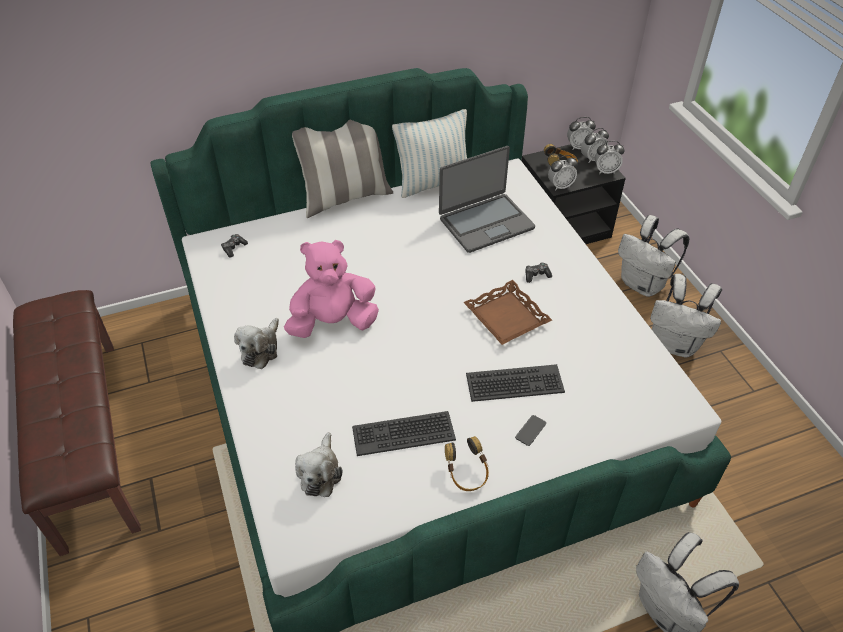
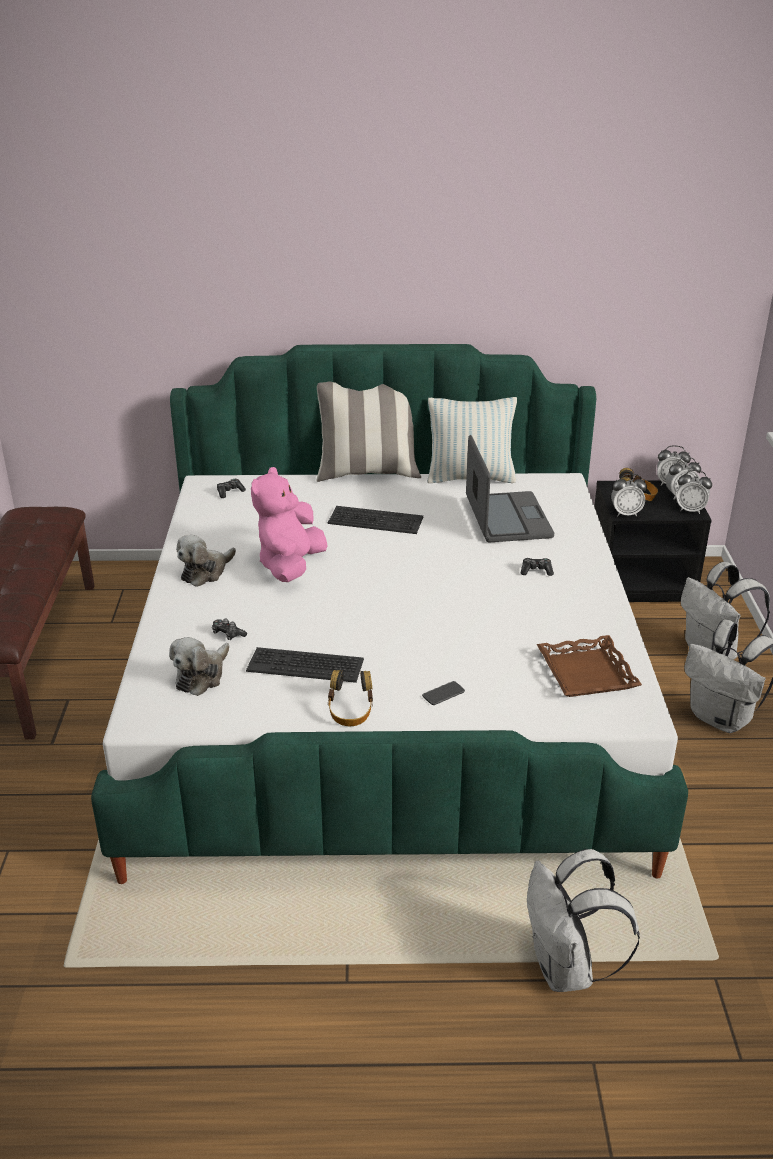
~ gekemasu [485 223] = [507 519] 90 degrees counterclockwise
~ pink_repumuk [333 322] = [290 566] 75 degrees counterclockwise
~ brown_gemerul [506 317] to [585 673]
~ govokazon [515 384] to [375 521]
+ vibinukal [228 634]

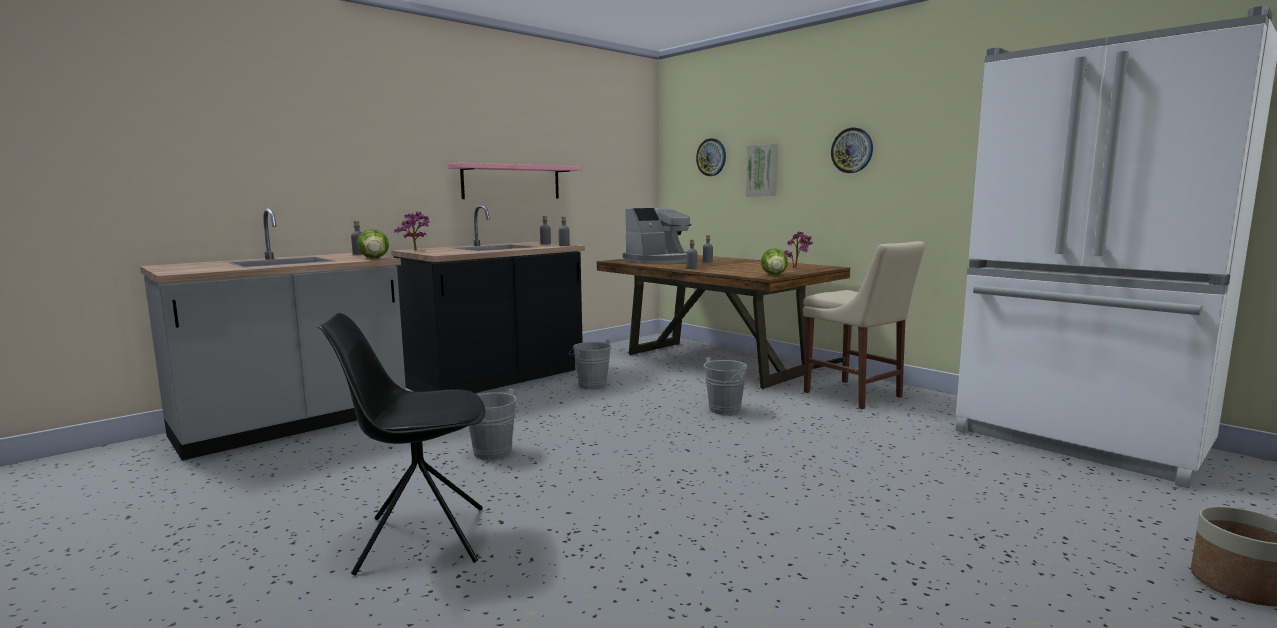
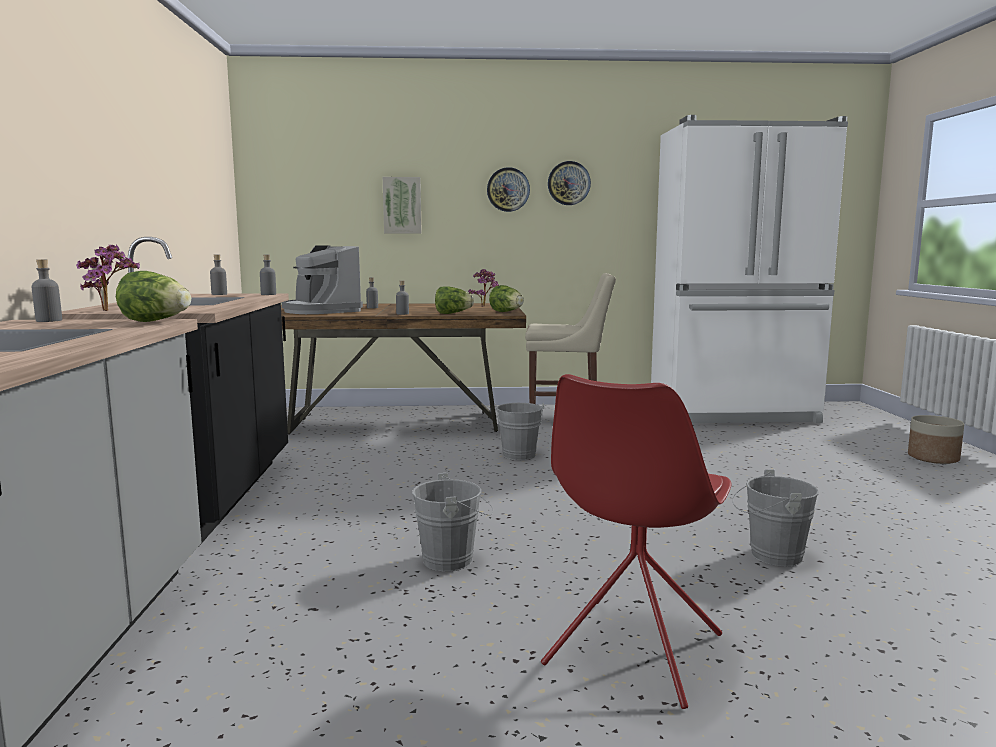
~ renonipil [711 157] to [568 183]
- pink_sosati [511 182]
~ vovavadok [659 261] = [320 311] 135 degrees clockwise
~ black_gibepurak [419 539] to red_gibepurak [632 651]
~ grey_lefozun [590 385] to [770 555]
+ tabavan [452 313]

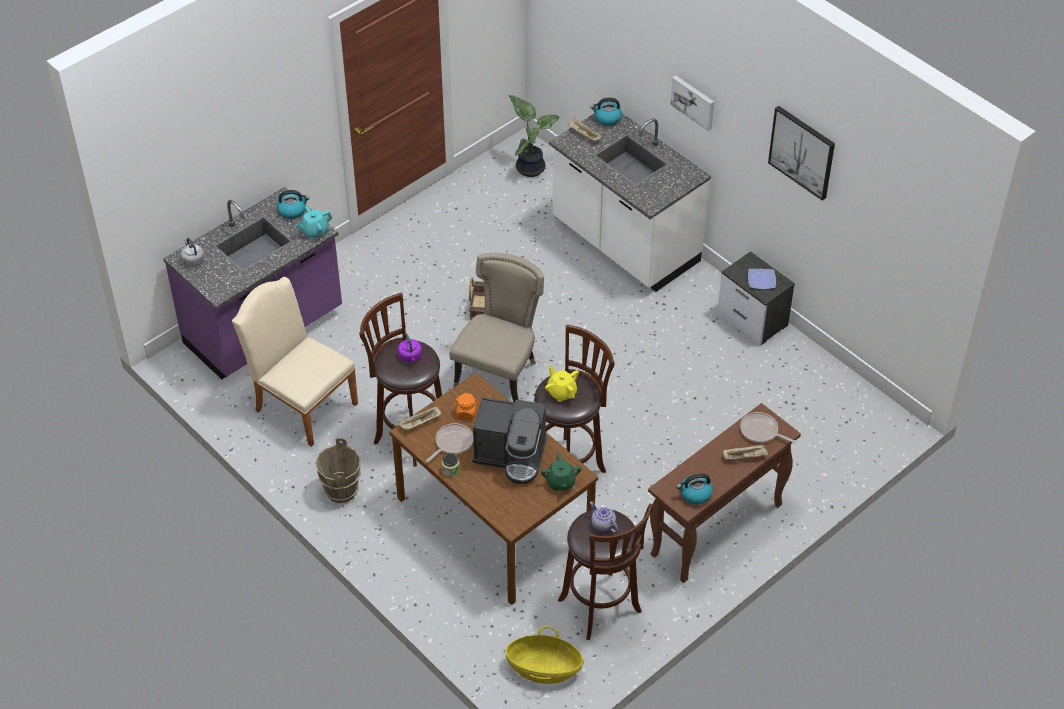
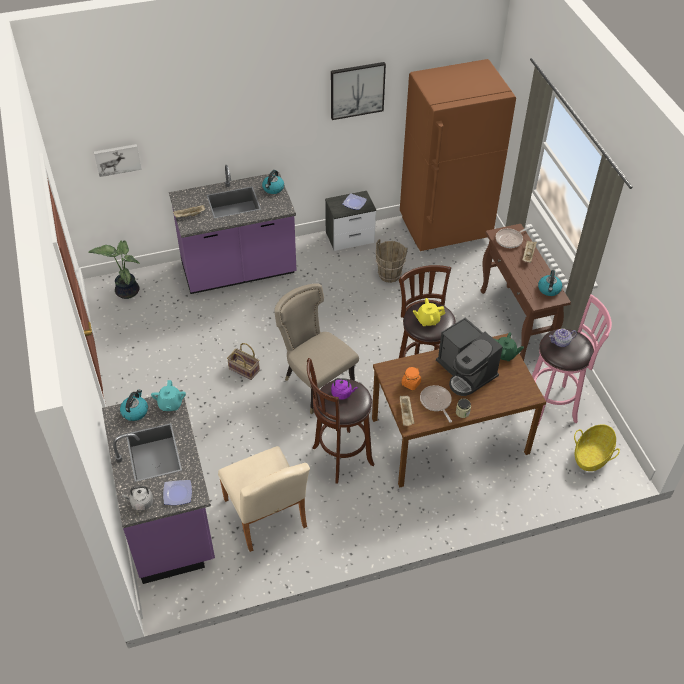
~ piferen [693 102] to [117 159]
~ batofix [607 118] to [273 189]
~ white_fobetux [624 243] to purple_fobetux [238 271]
~ beige_gibepurak [301 403] = [267 517] 90 degrees counterclockwise
~ vovavadok [511 456] = [466 372] 105 degrees clockwise
~ brown_lefozun [341 491] to [389 275]
~ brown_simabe [602 609] to pink_simabe [554 405]
+ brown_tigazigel [445 229]
+ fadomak [177 493]

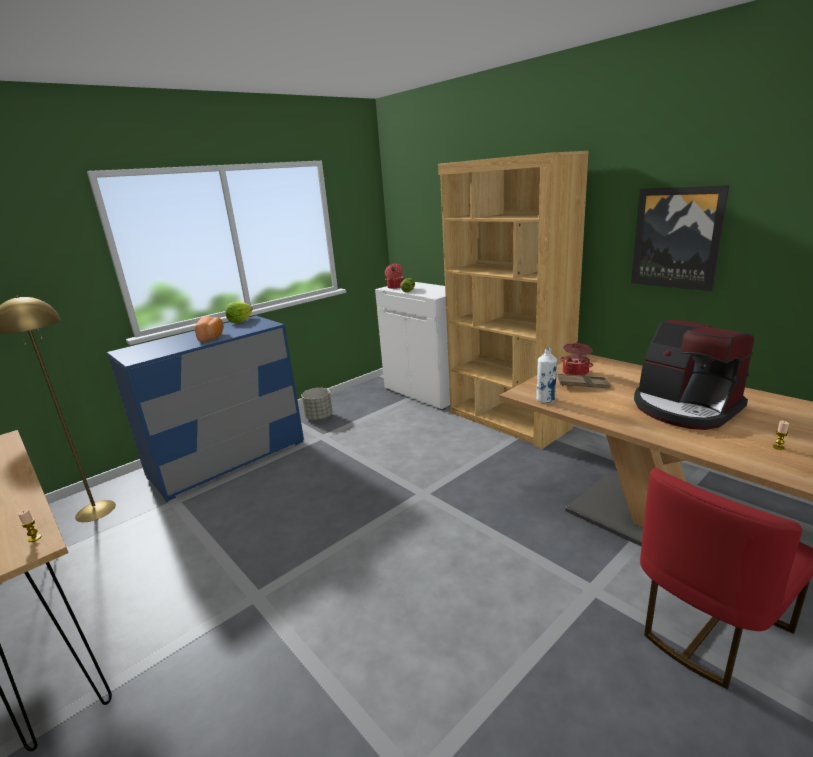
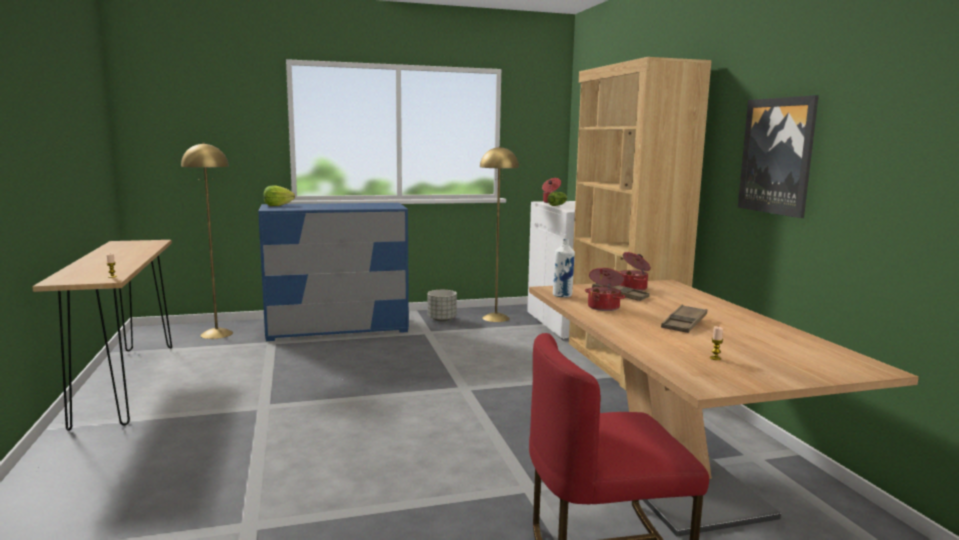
~ tabavan [240 321] to [277 205]
- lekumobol [212 337]
~ vovavadok [684 408] to brown_gemerul [684 323]
+ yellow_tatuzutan [496 318]
+ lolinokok [604 307]

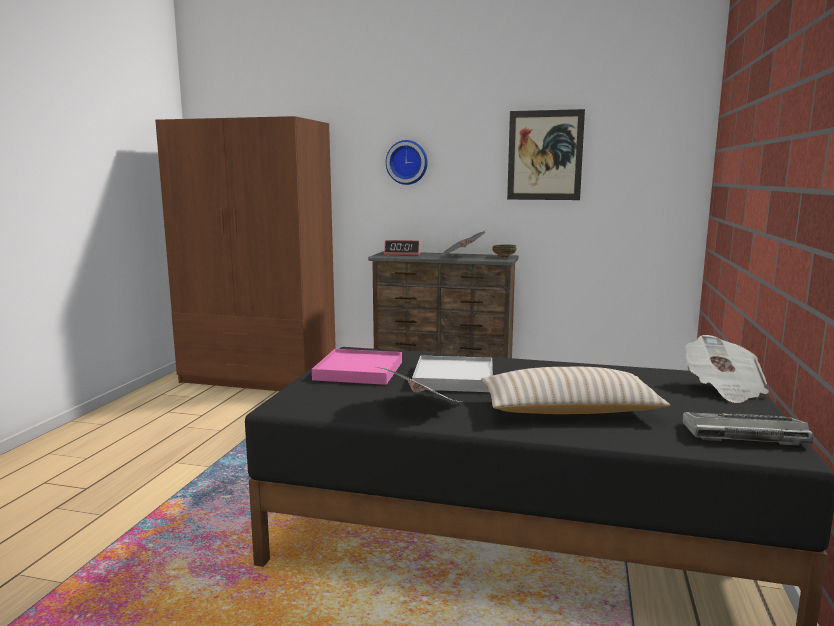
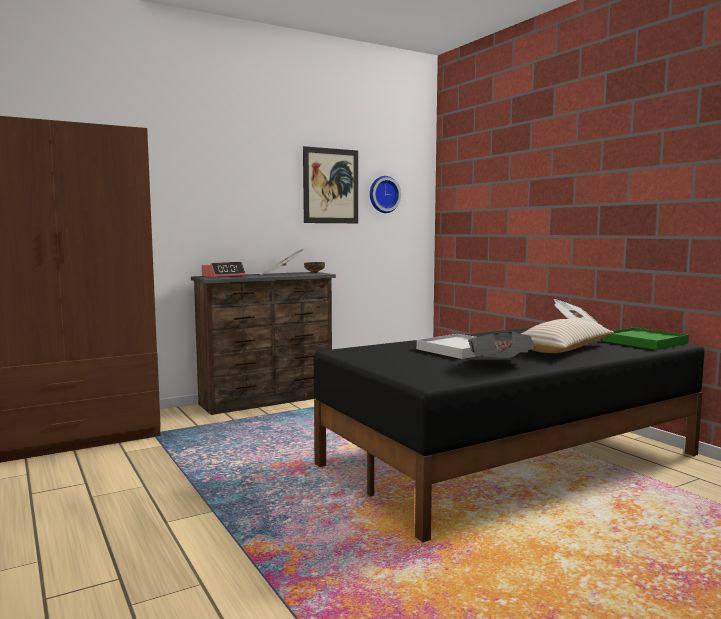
~ renonipil [407 162] to [383 194]
- pink_gemerul [358 371]
~ govokazon [741 435] to green_gemerul [644 342]

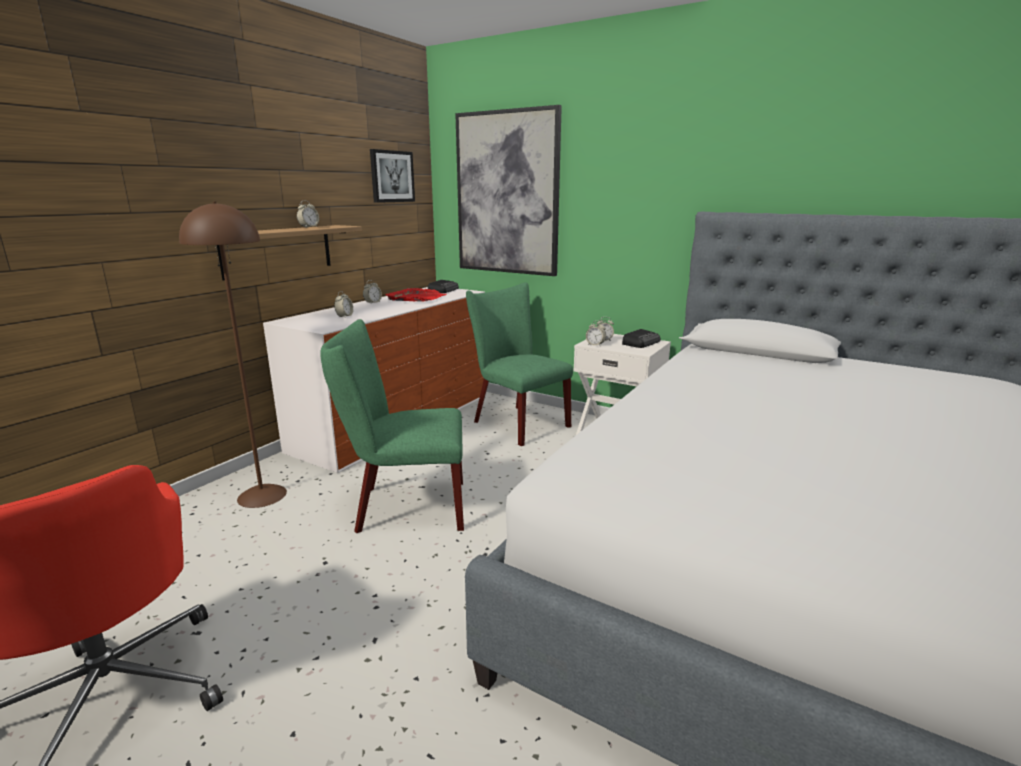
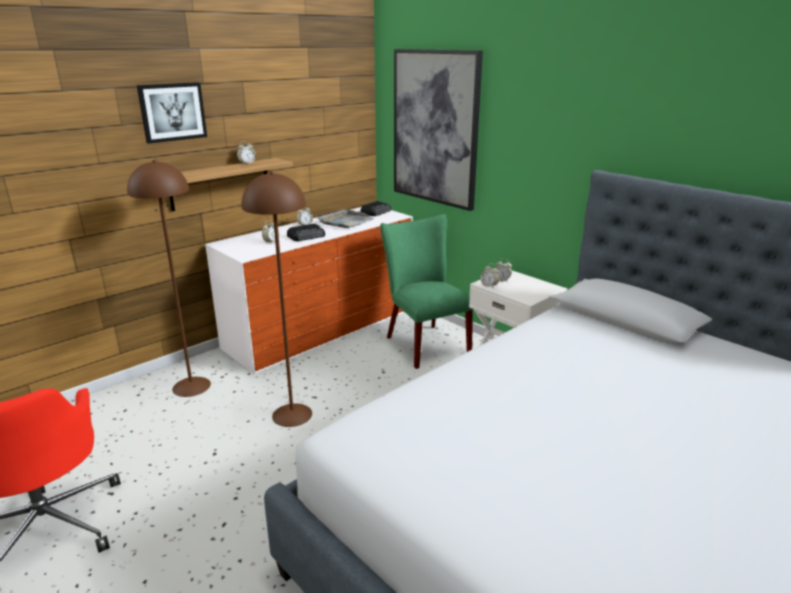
~ piferen [391 176] to [172 112]
~ red_gemerul [417 298] to grey_gemerul [345 221]
~ green_gibepurak [404 507] to brown_tatuzutan [292 414]
~ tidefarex [641 343] to [307 236]

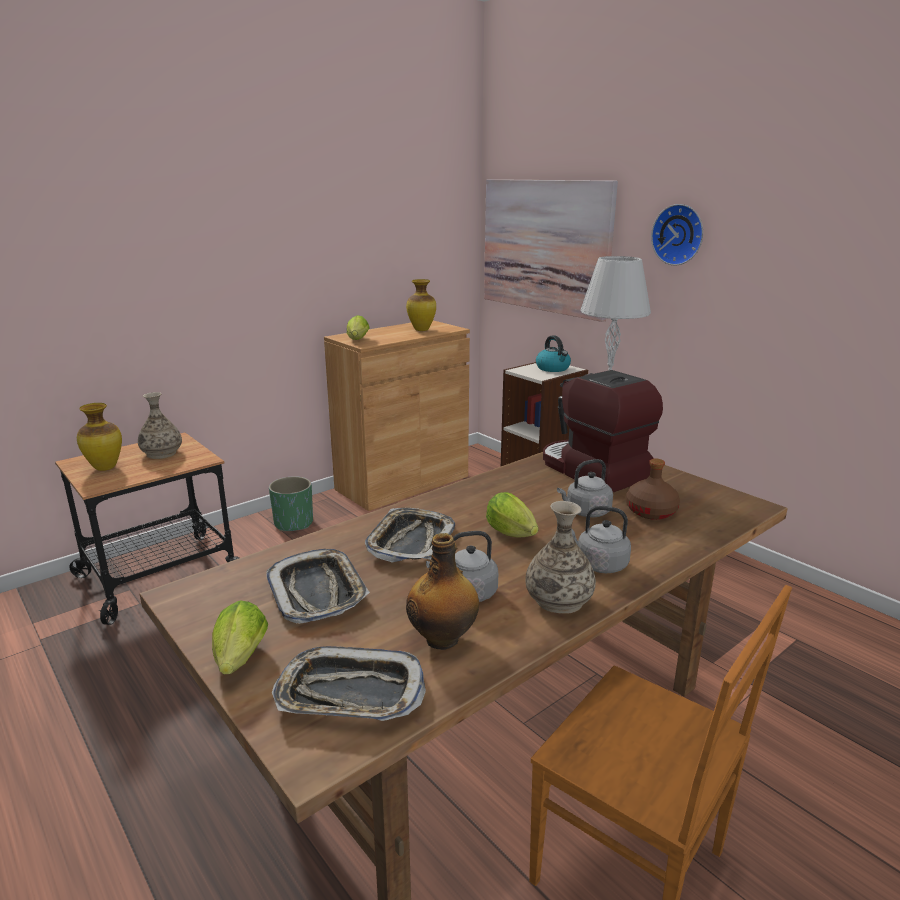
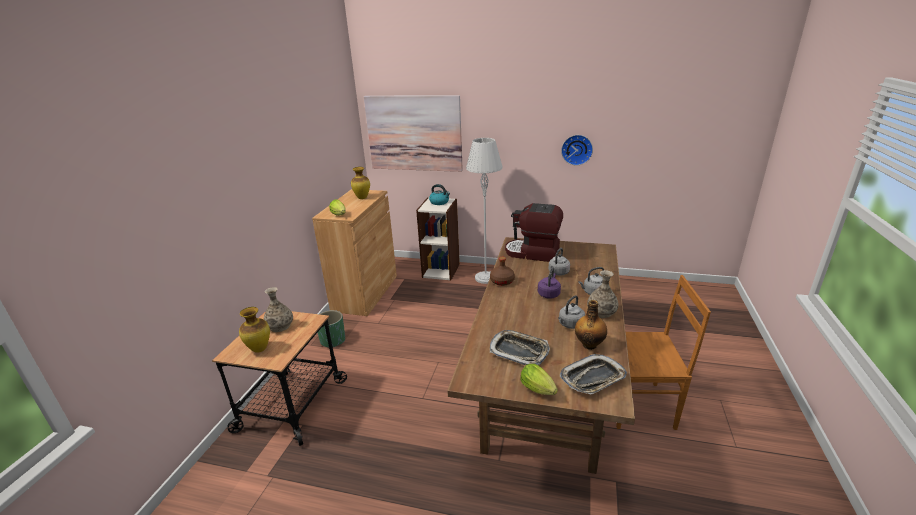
~ renonipil [679 234] to [577 149]
~ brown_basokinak [651 511] to [502 281]
~ tabavan [513 535] to purple_batofix [549 294]
- gemerul [410 541]

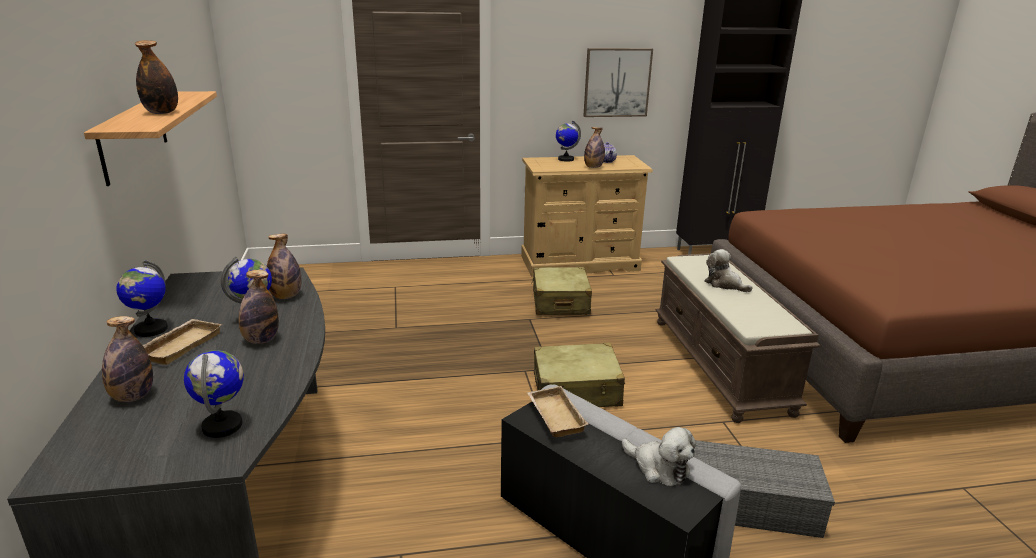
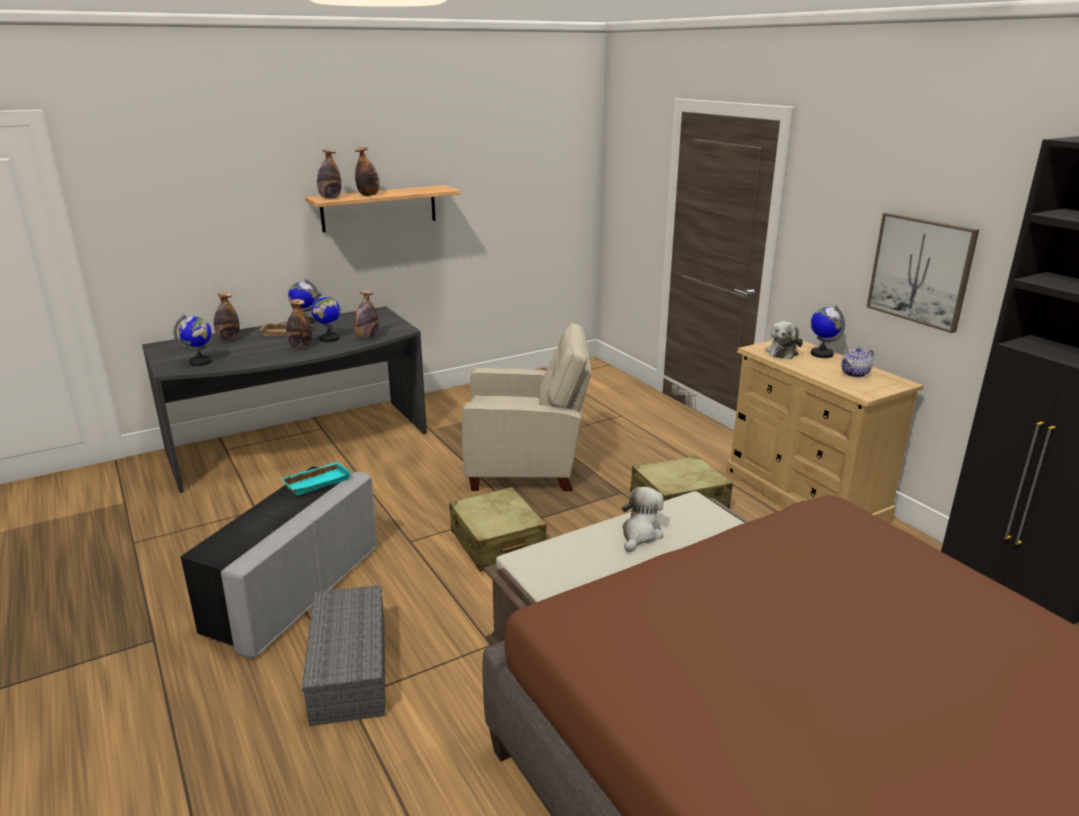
~ basokinak [593 167] to [330 198]
~ beige_gemerul [553 415] to turquoise_gemerul [317 481]
~ repumuk [658 468] to [782 352]
+ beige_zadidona [527 468]

